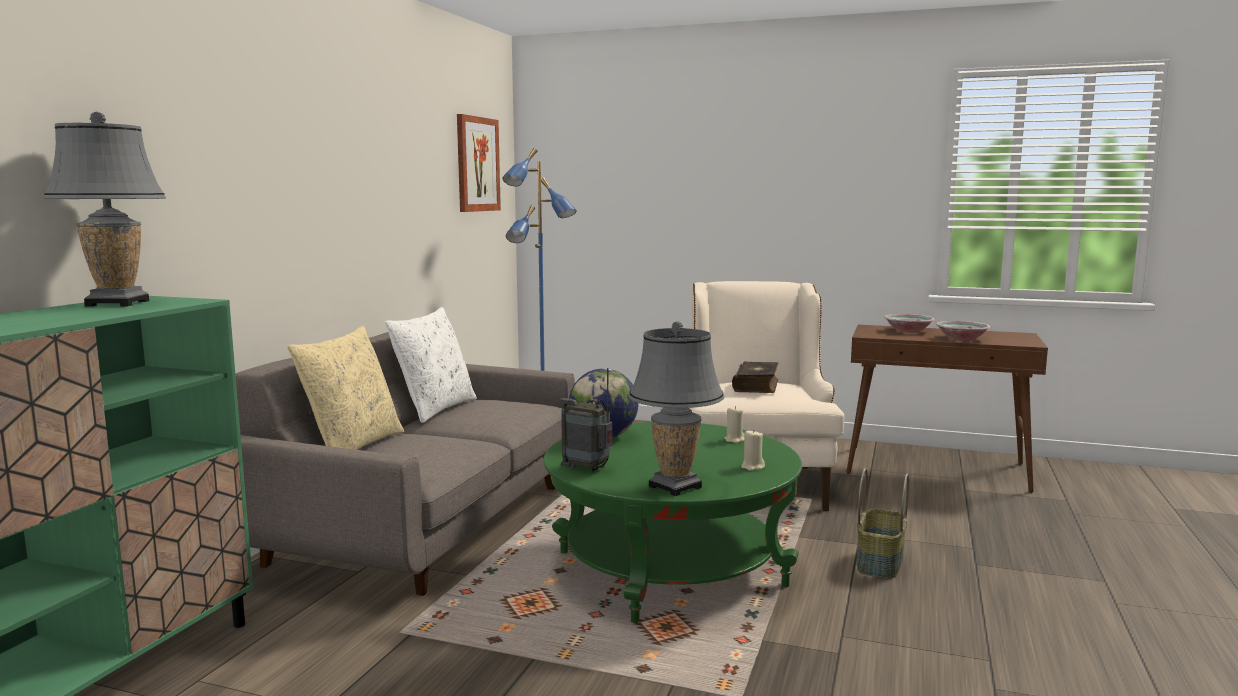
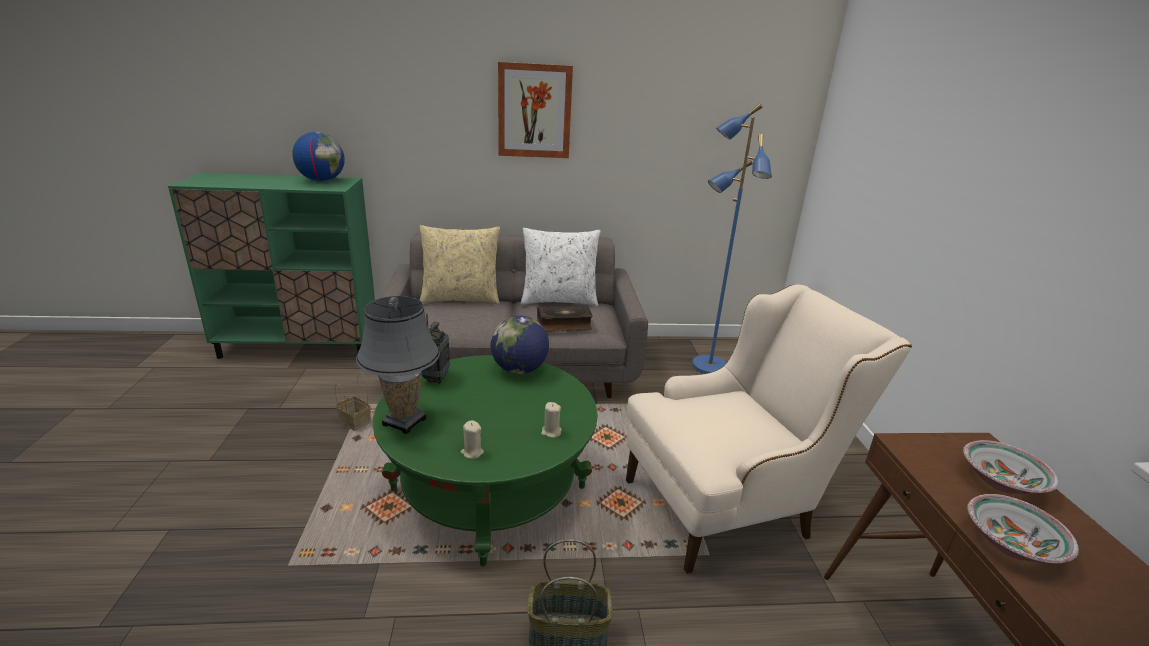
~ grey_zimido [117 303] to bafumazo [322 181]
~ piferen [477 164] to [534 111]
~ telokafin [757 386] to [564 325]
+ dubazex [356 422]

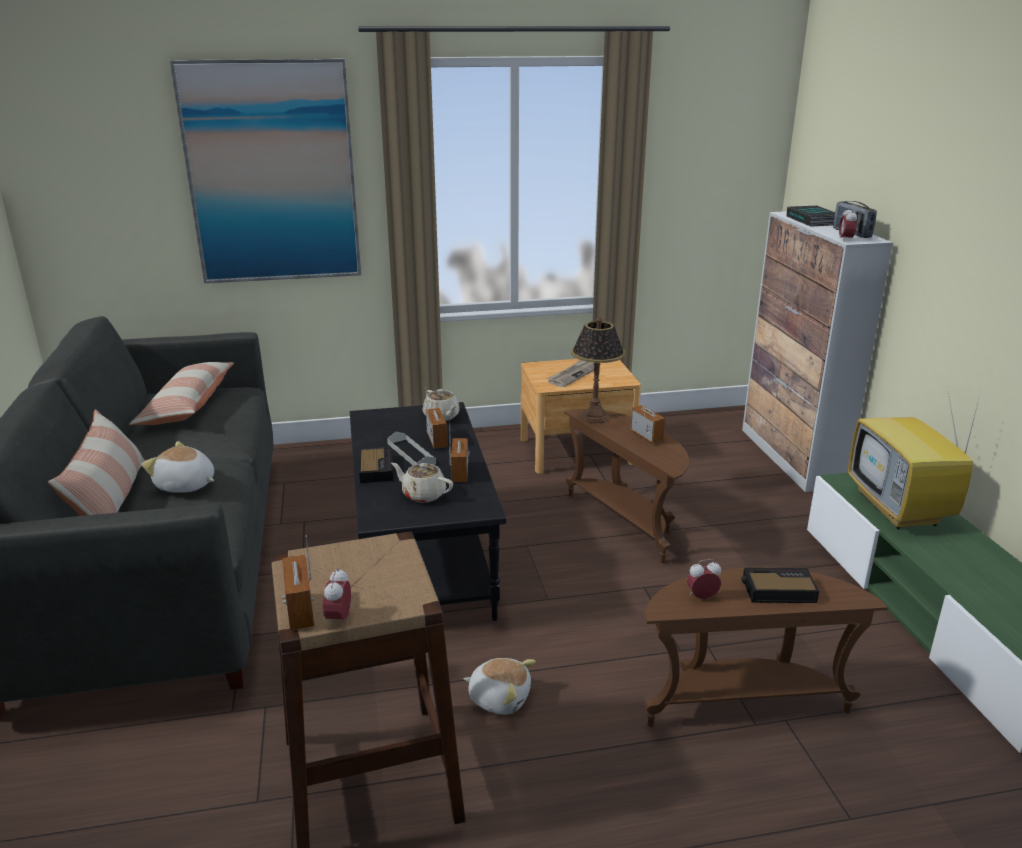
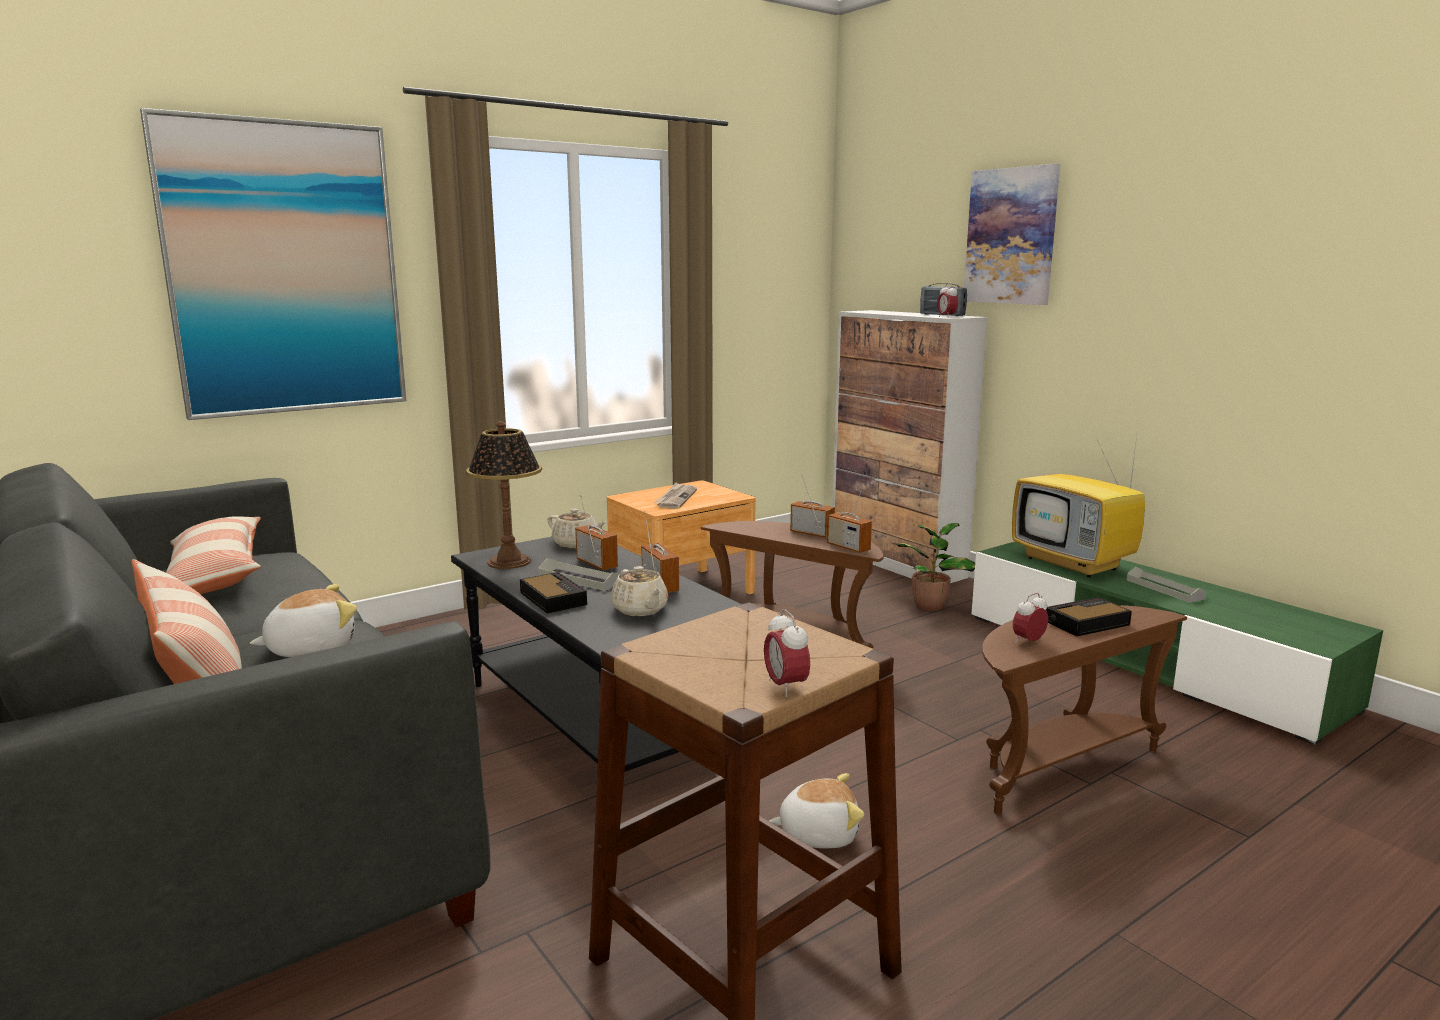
- telokafin [814 220]
~ zimido [594 416] to [509 562]
~ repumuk [185 485] = [311 648] 150 degrees clockwise
~ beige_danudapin [423 494] = [640 610] 120 degrees counterclockwise
~ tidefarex [300 610] to [848 547]
+ piferen [1011 236]
+ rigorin [930 605]
+ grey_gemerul [1164 589]

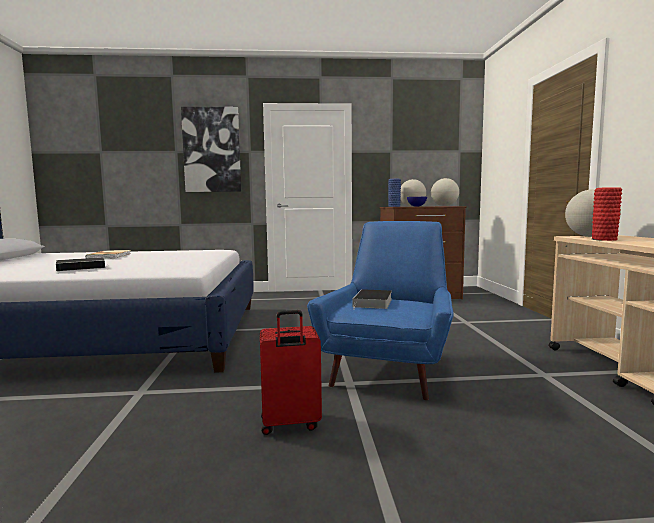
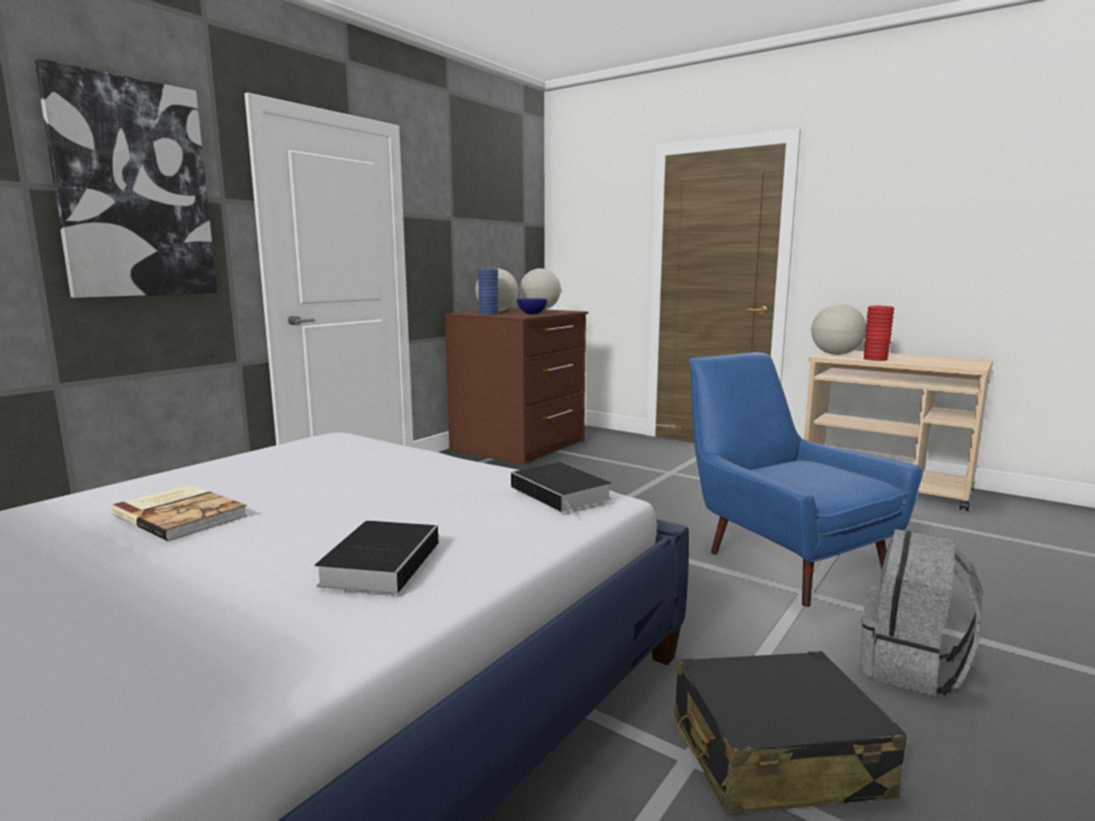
~ telokafin [373 303] to [563 493]
~ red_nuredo [290 424] to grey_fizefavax [911 667]
+ black_nuredo [775 756]

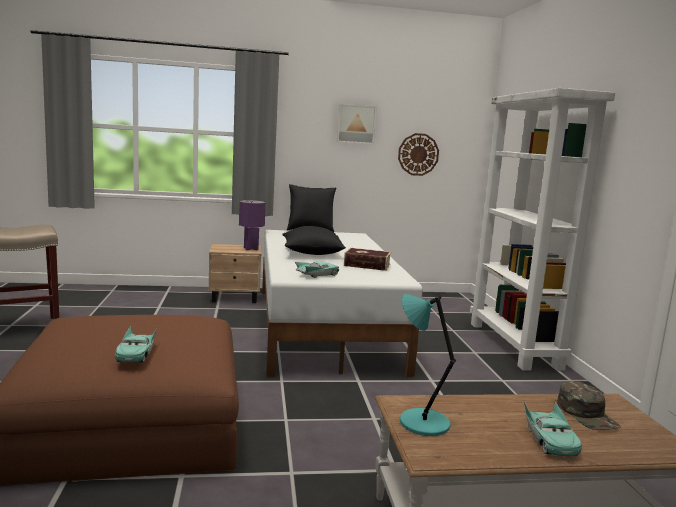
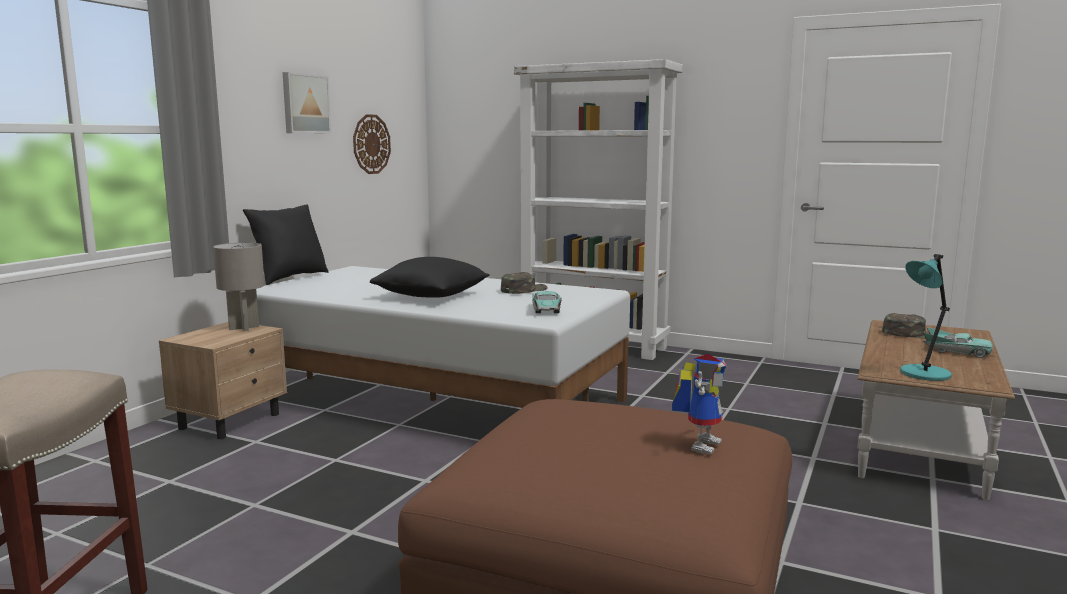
~ purple_zimido [251 249] to grey_zimido [244 328]
~ telokafin [367 265] to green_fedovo [523 290]
~ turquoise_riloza [136 353] to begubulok [700 443]

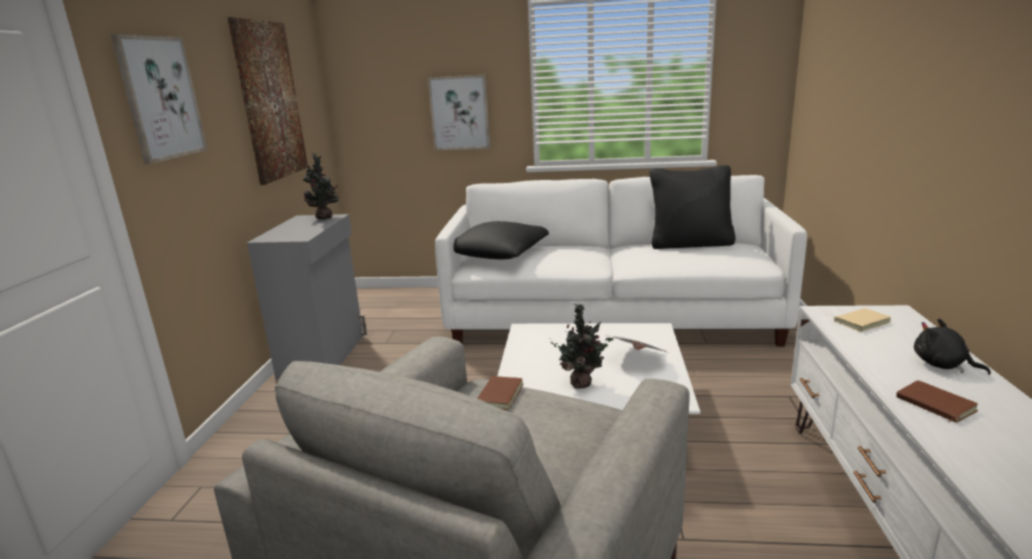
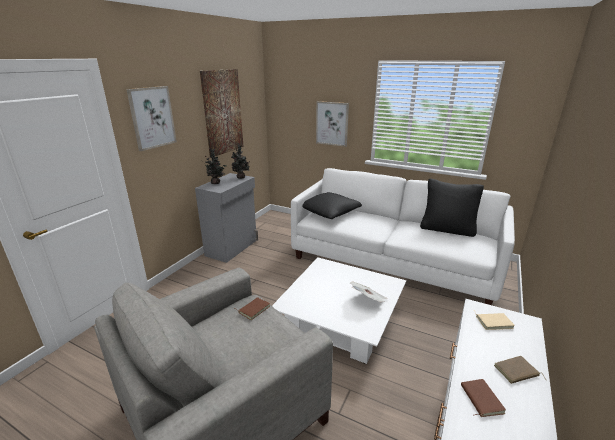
~ rigorin [582 383] to [216 183]
~ black_repumuk [942 365] to brown_telokafin [516 372]

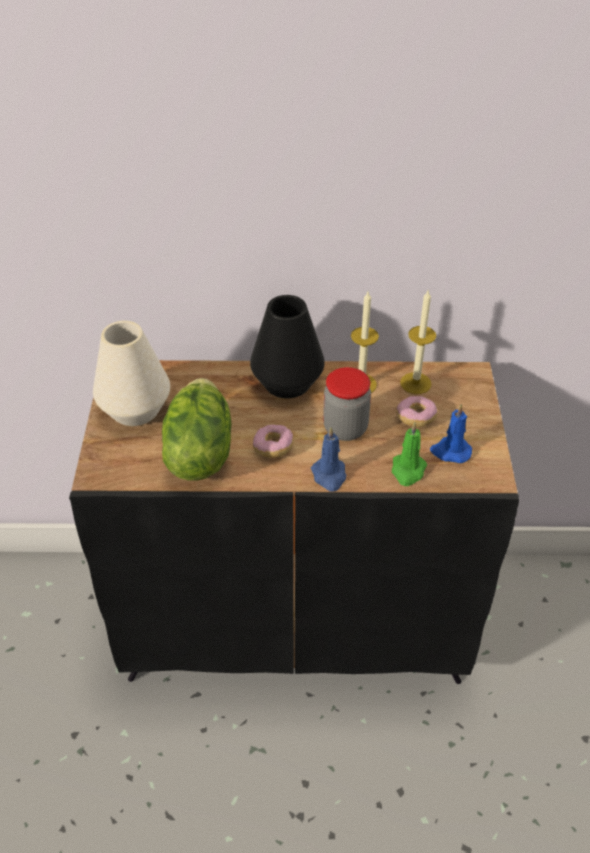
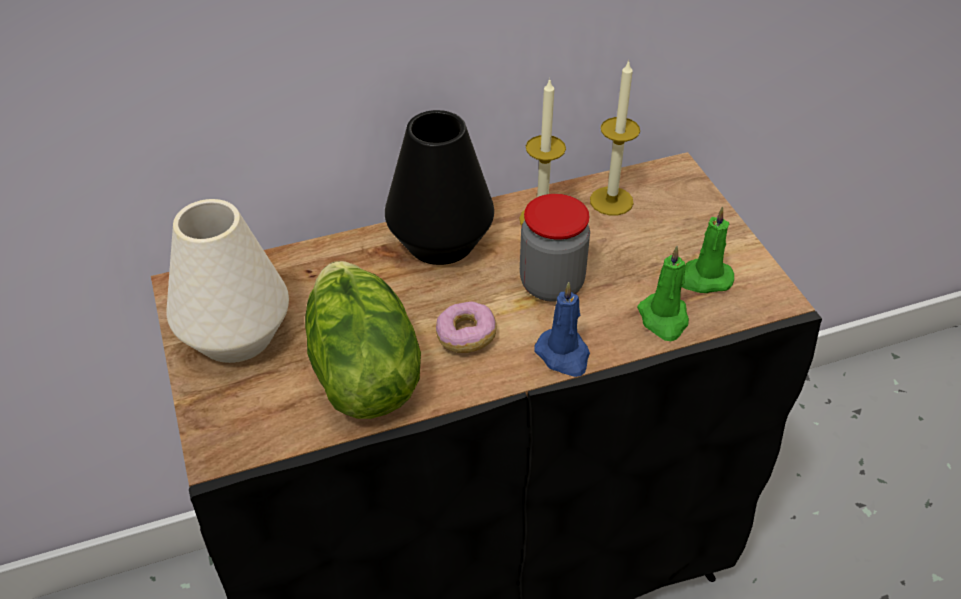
- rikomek [416 418]
~ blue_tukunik [450 451] to green_tukunik [703 279]

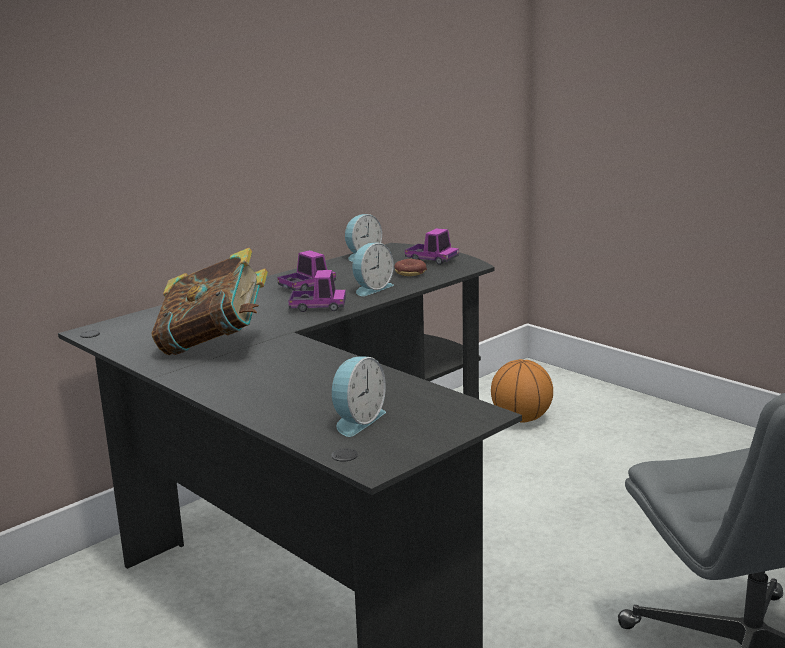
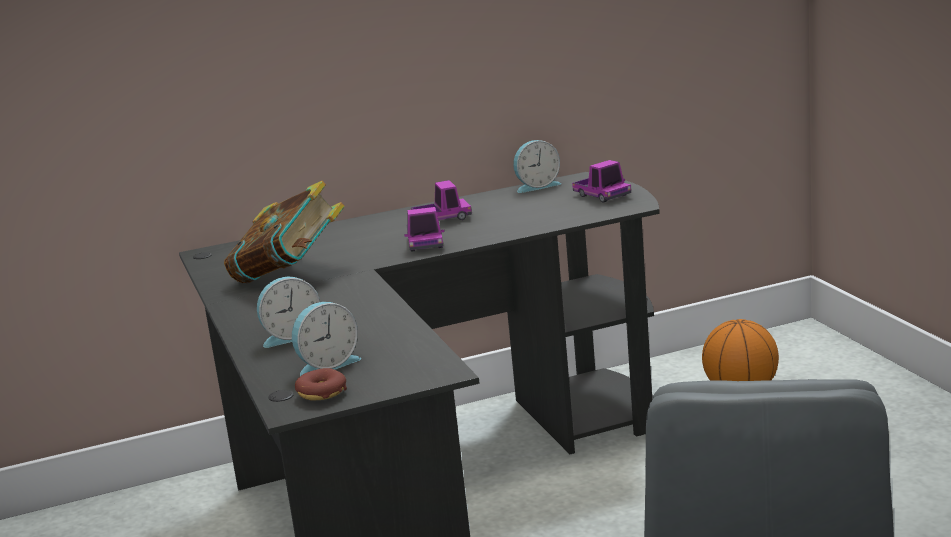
~ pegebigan [371 288] to [291 336]
~ rikomek [410 273] to [321 393]
~ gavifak [318 307] = [425 243] 60 degrees clockwise

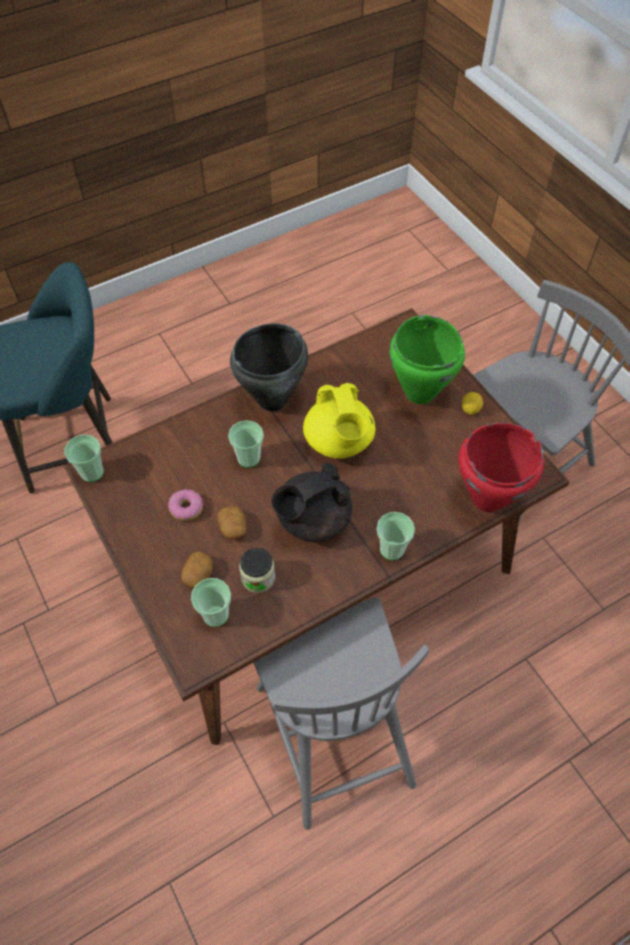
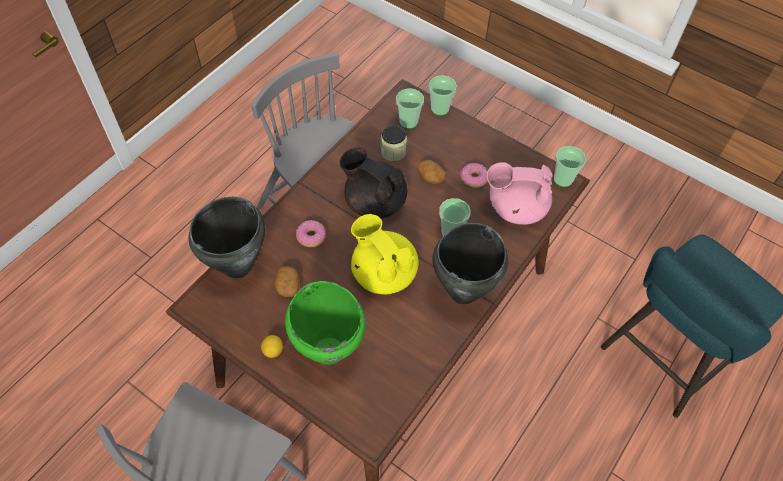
~ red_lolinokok [486 498] to black_lolinokok [238 266]
~ black_danudapin [312 520] = [374 202] 90 degrees counterclockwise
~ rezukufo [392 549] to [440 109]
~ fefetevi [198 574] to [287 286]
+ pink_danudapin [515 208]
+ rikomek [311 237]

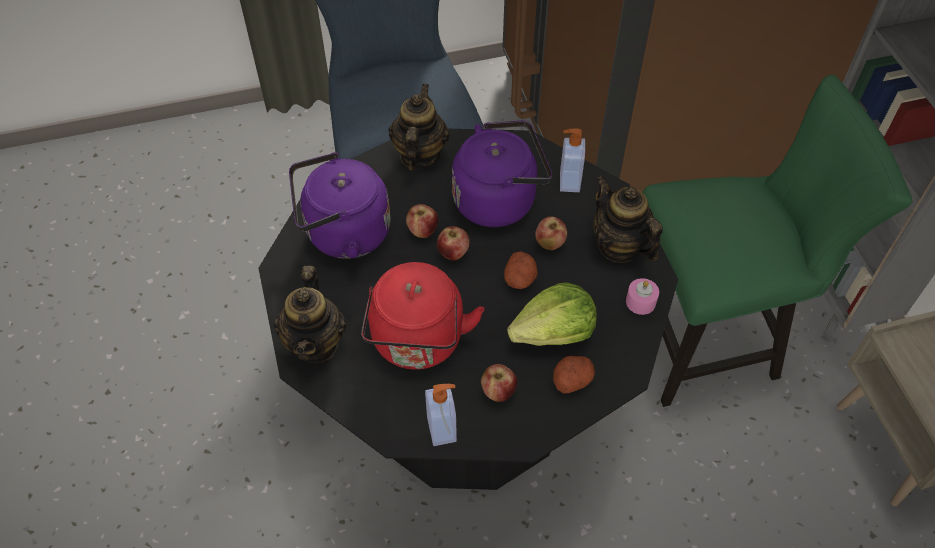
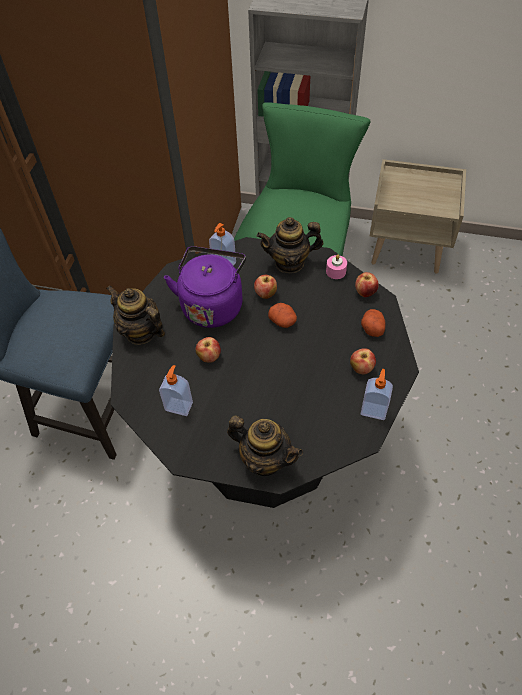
~ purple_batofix [343 234] to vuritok [179 406]
~ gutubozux [453 253] to [365 292]
- red_batofix [418 343]
- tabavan [554 333]

